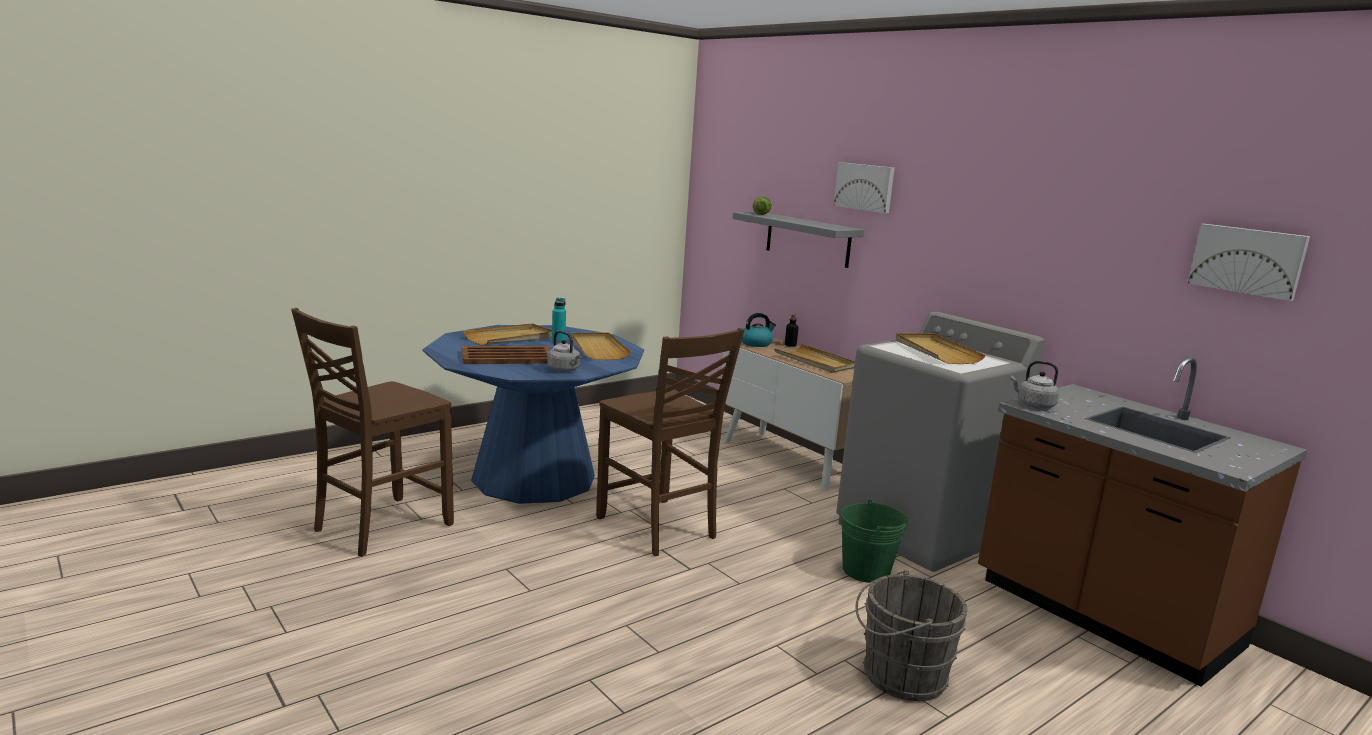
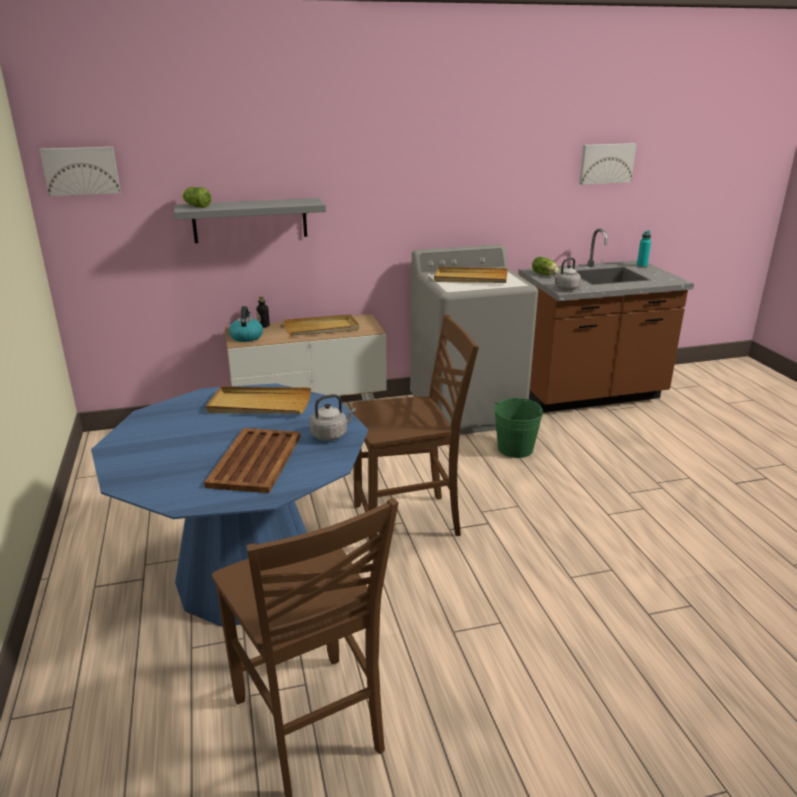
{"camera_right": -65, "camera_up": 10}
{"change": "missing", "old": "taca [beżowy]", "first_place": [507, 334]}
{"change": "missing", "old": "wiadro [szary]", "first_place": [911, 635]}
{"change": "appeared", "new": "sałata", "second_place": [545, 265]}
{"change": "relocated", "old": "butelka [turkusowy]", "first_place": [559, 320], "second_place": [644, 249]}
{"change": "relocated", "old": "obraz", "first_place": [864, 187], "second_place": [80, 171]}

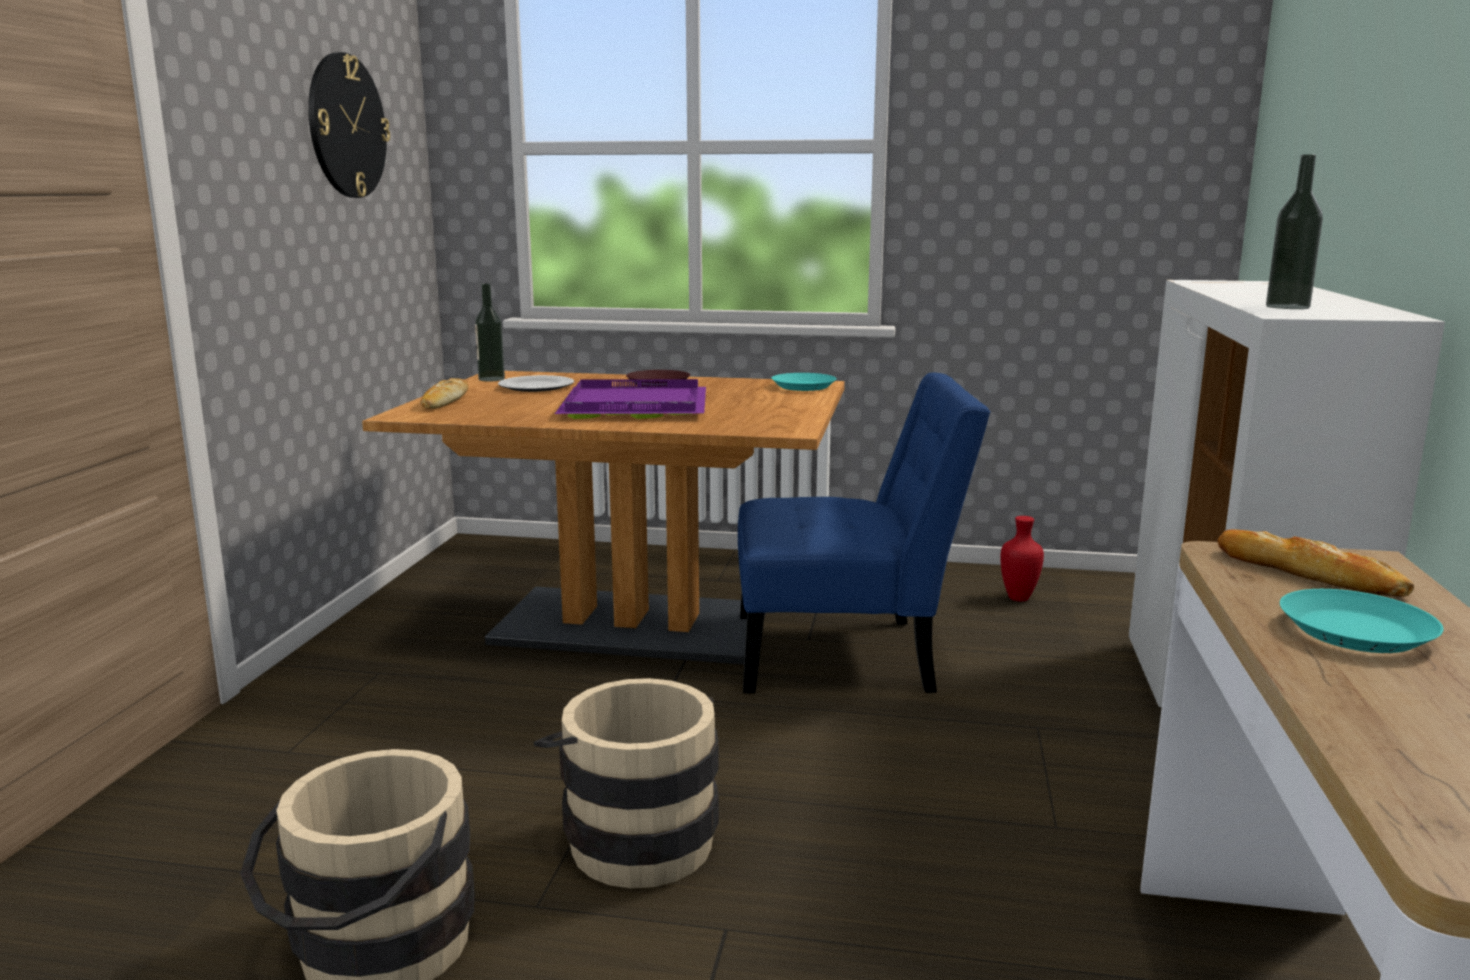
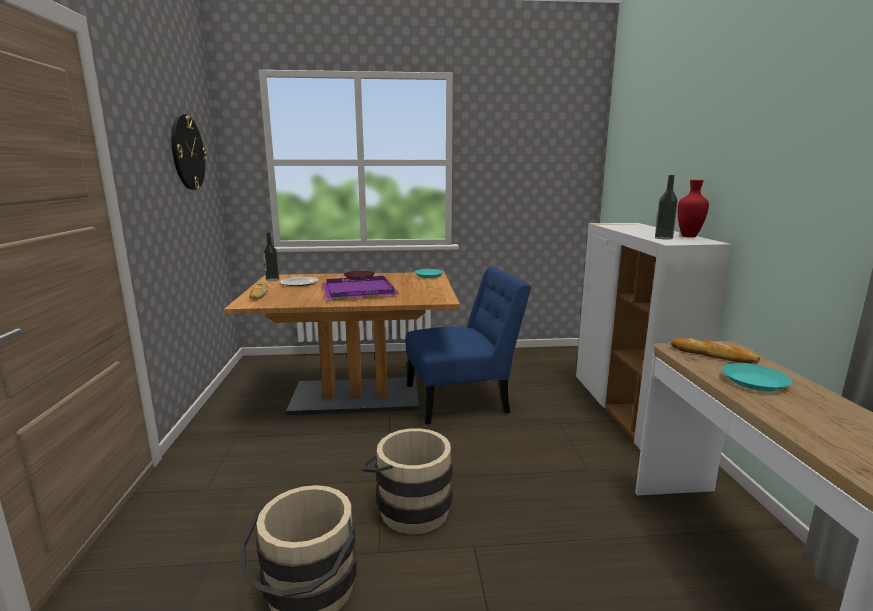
{"camera_right": -15, "camera_up": 0}
{"change": "relocated", "old": "wazon [czerwony]", "first_place": [1022, 558], "second_place": [693, 208]}

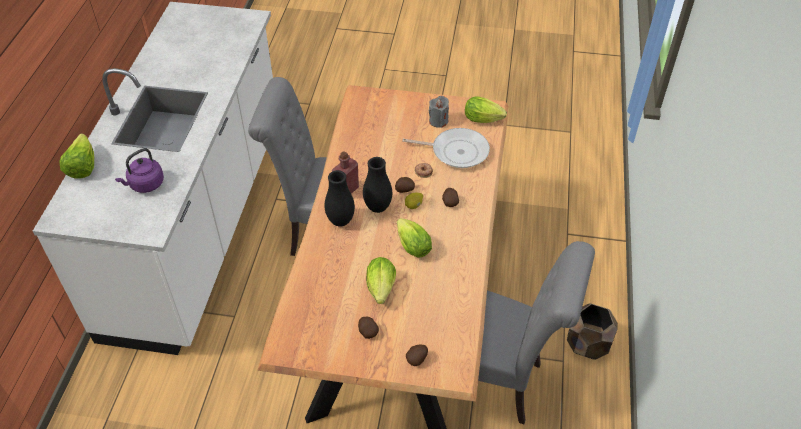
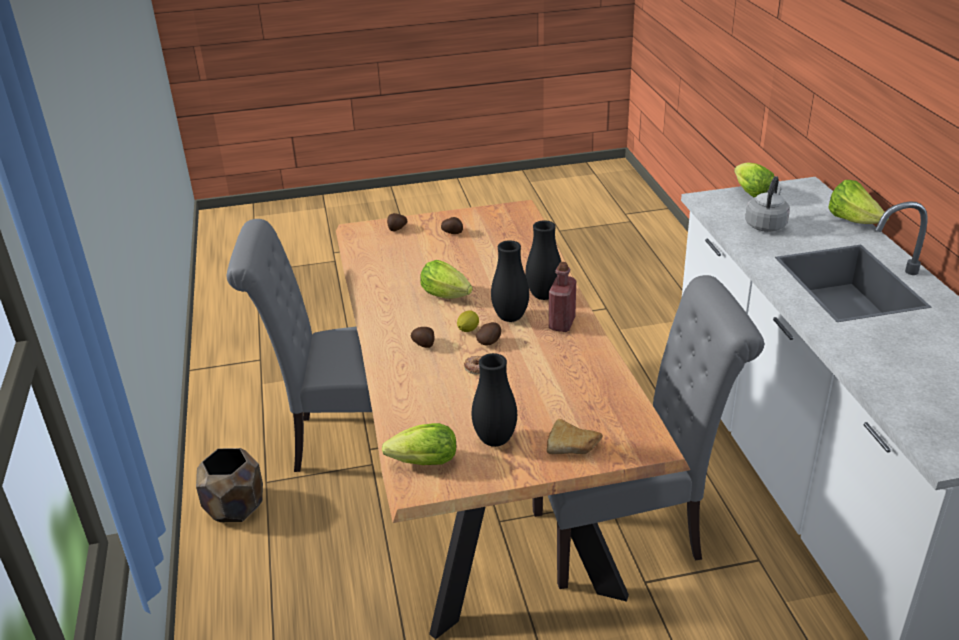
{"camera_right": 160, "camera_up": -15}
{"change": "missing", "old": "patelnia", "first_place": [446, 148]}
{"change": "appeared", "new": "chleb", "second_place": [575, 436]}
{"change": "relocated", "old": "sałata", "first_place": [381, 280], "second_place": [754, 179]}
{"change": "exchanged", "old": "świeca [szary]", "new": "wazon [czarny]", "first_place": [439, 112], "second_place": [494, 400]}
{"change": "colour", "old": "czajnik [fioletowy]", "new": "czajnik [szary]", "first_place": [139, 170], "second_place": [767, 204]}

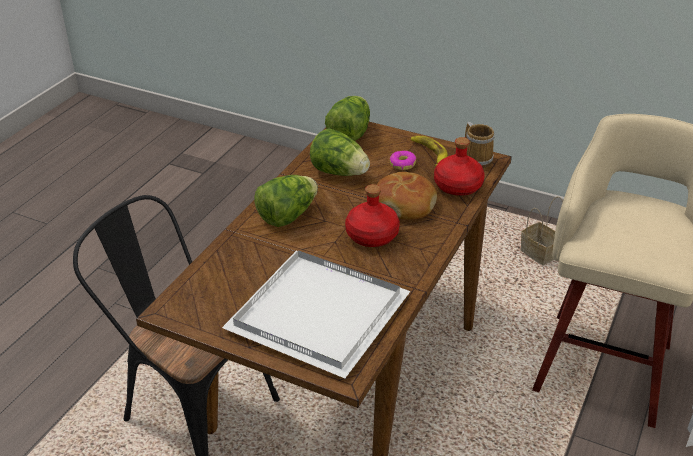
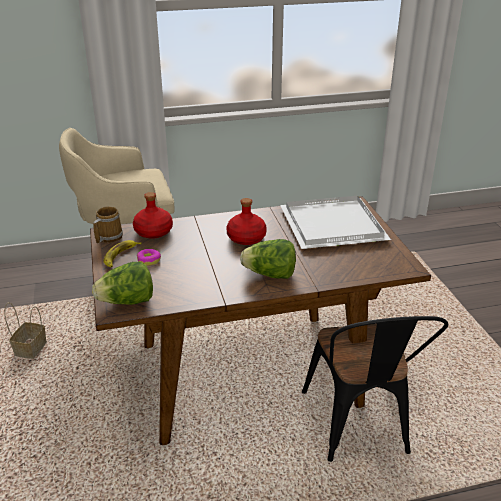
{"camera_right": -130, "camera_up": -5}
{"change": "missing", "old": "sałata", "first_place": [340, 152]}
{"change": "missing", "old": "chleb", "first_place": [406, 196]}

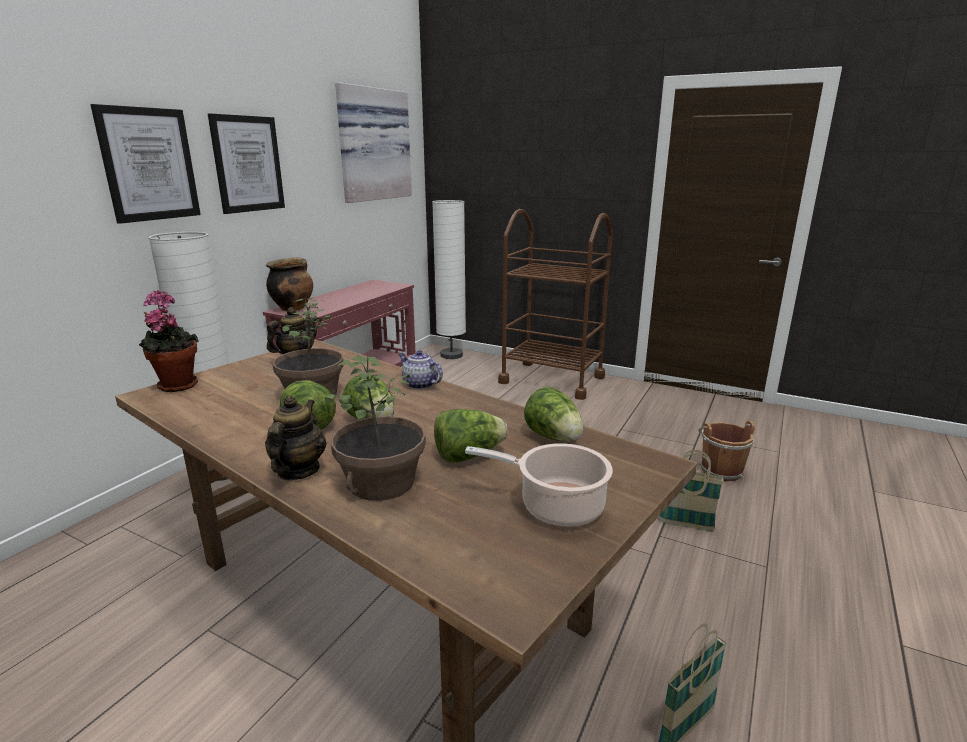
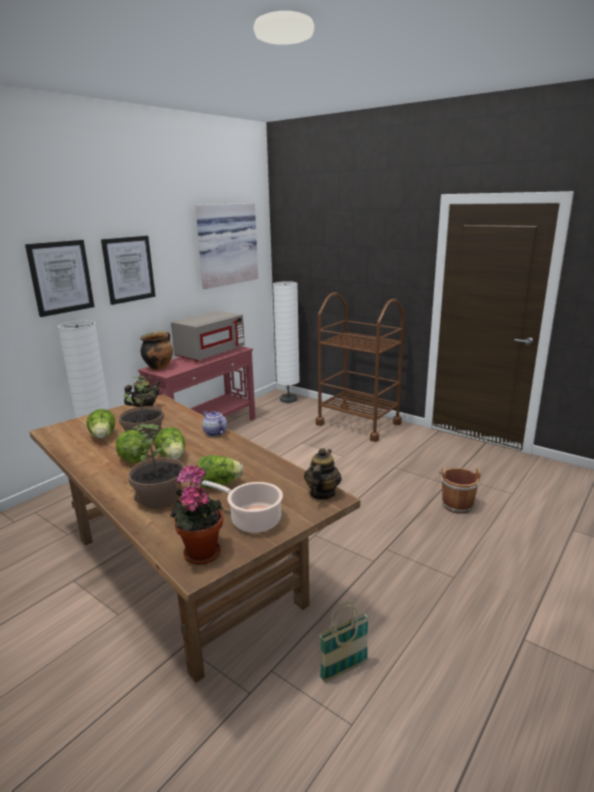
{"camera_right": 10, "camera_up": 0}
{"change": "missing", "old": "koszyk", "first_place": [691, 490]}
{"change": "appeared", "new": "mikrofalówka [szary]", "second_place": [208, 336]}
{"change": "relocated", "old": "roślina doniczkowa", "first_place": [169, 341], "second_place": [196, 515]}
{"change": "relocated", "old": "imbryk", "first_place": [295, 437], "second_place": [323, 474]}
{"change": "relocated", "old": "sałata", "first_place": [554, 414], "second_place": [101, 424]}

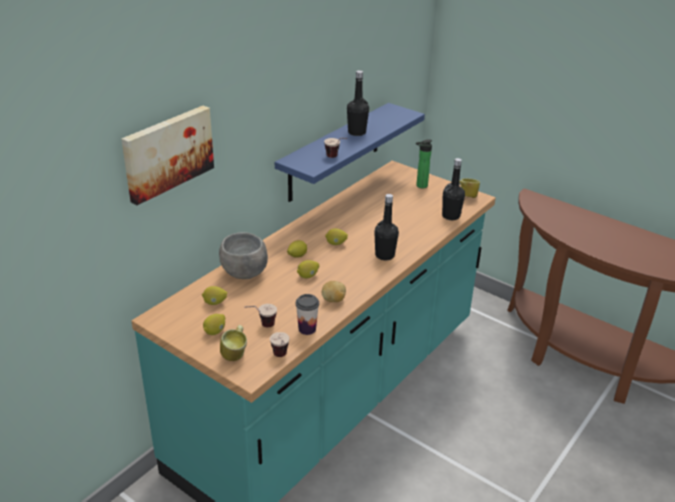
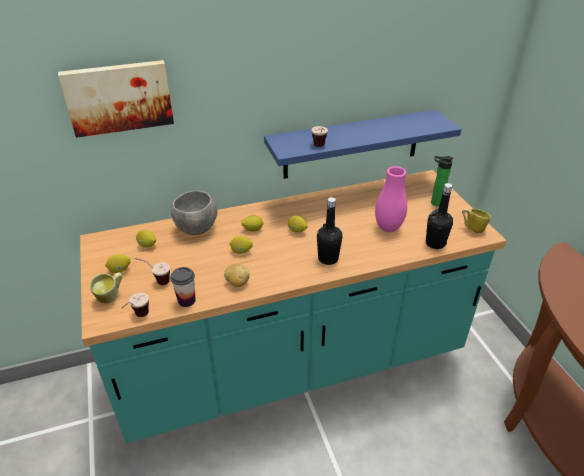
{"camera_right": 35, "camera_up": 5}
{"change": "missing", "old": "butelka [czarny]", "first_place": [358, 103]}
{"change": "appeared", "new": "wazon [różowy]", "second_place": [391, 199]}

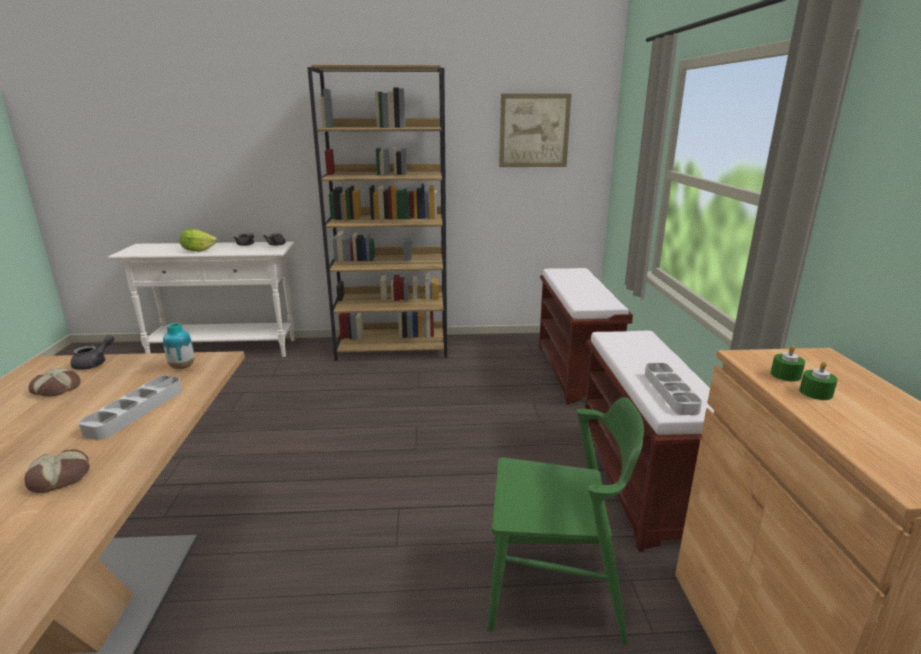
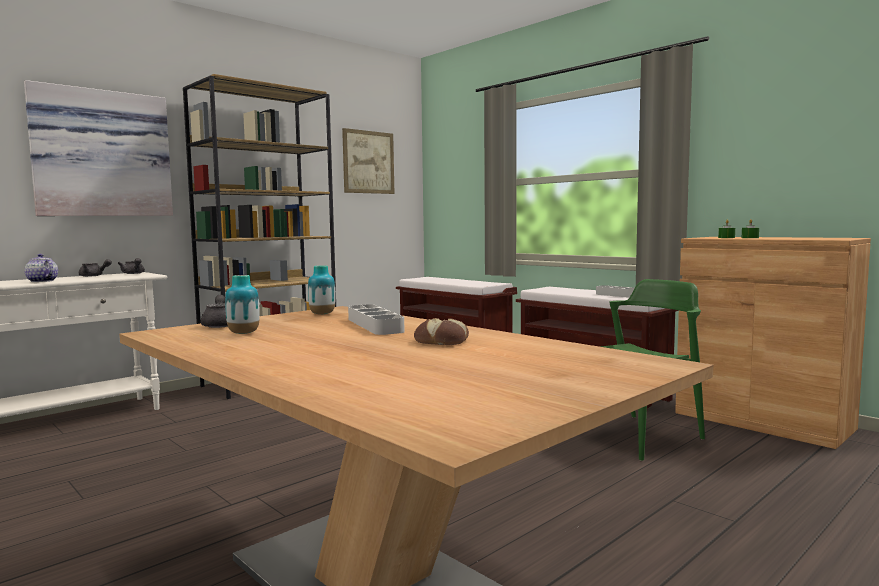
{"camera_right": -40, "camera_up": -15}
{"change": "appeared", "new": "obraz", "second_place": [98, 148]}
{"change": "exchanged", "old": "chleb", "new": "wazon", "first_place": [55, 382], "second_place": [242, 304]}
{"change": "exchanged", "old": "sałata", "new": "imbryk", "first_place": [198, 240], "second_place": [41, 268]}

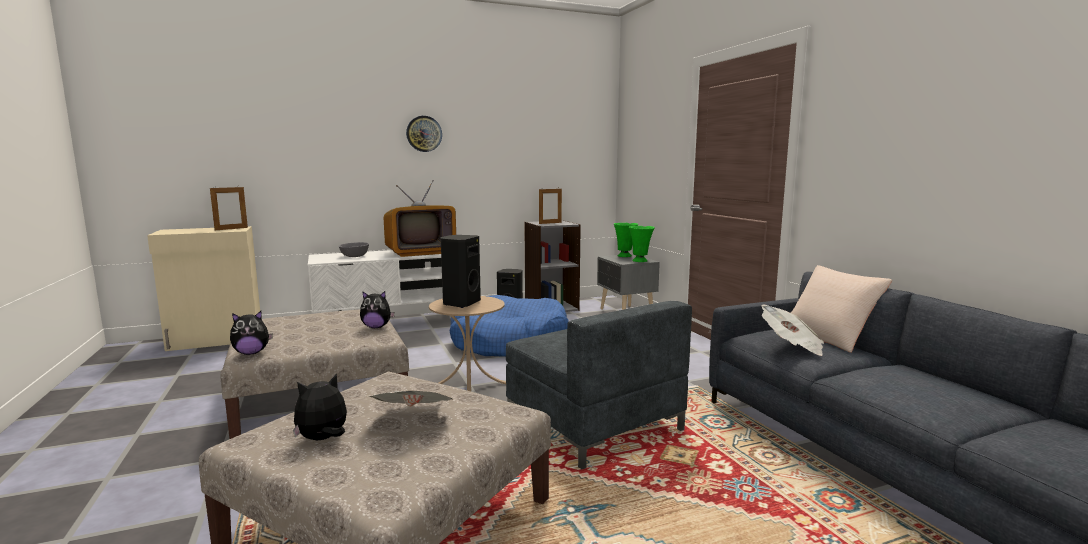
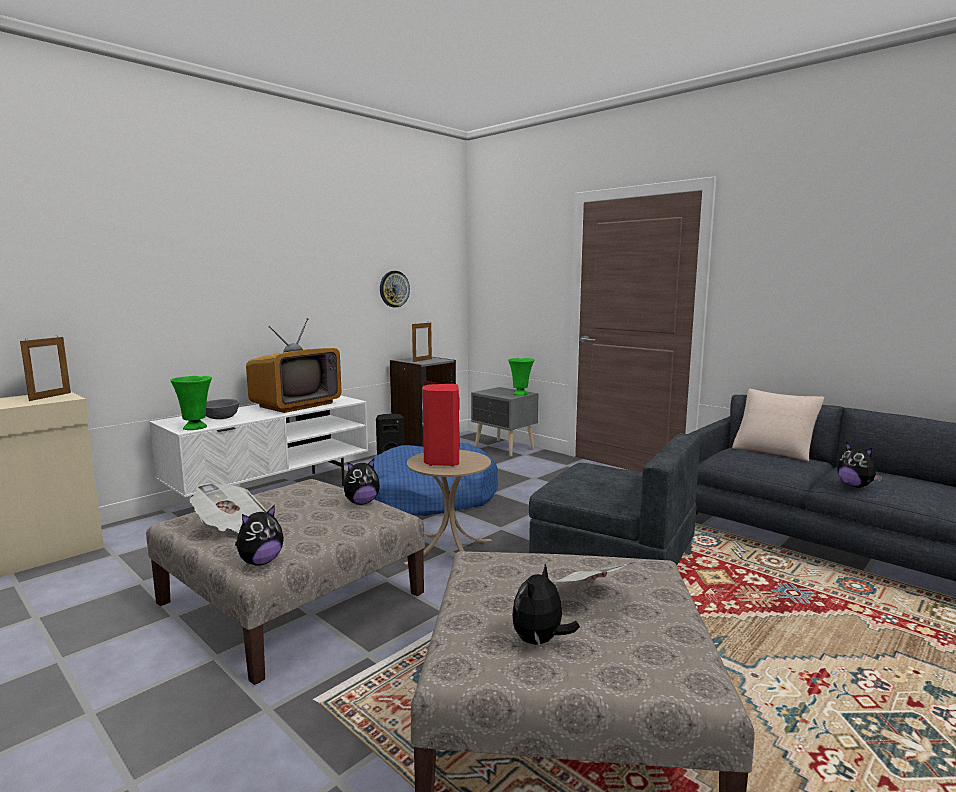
{"camera_right": -25, "camera_up": 0}
{"change": "appeared", "new": "pluszak", "second_place": [860, 465]}
{"change": "relocated", "old": "zegar ścienny", "first_place": [424, 134], "second_place": [395, 289]}
{"change": "relocated", "old": "wazon [zielony]", "first_place": [626, 240], "second_place": [191, 403]}
{"change": "relocated", "old": "gazeta", "first_place": [792, 330], "second_place": [228, 508]}
{"change": "colour", "old": "głośnik [czarny]", "new": "głośnik [czerwony]", "first_place": [461, 271], "second_place": [441, 425]}

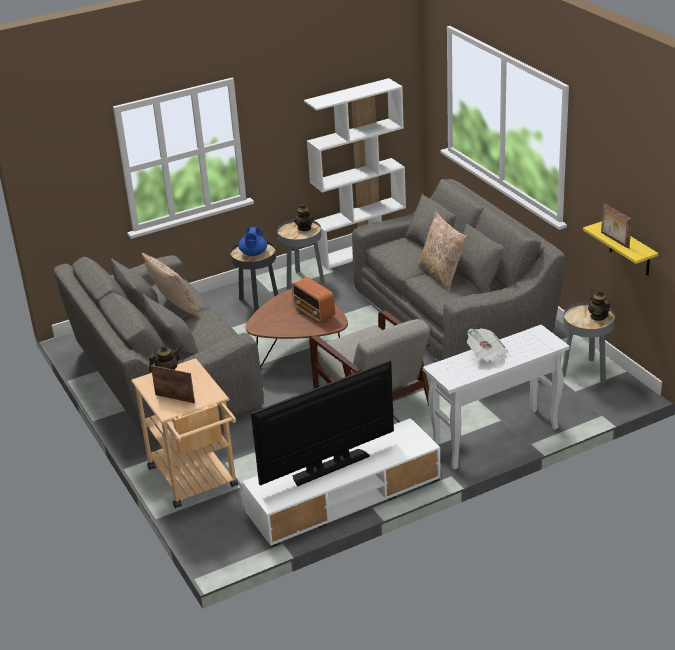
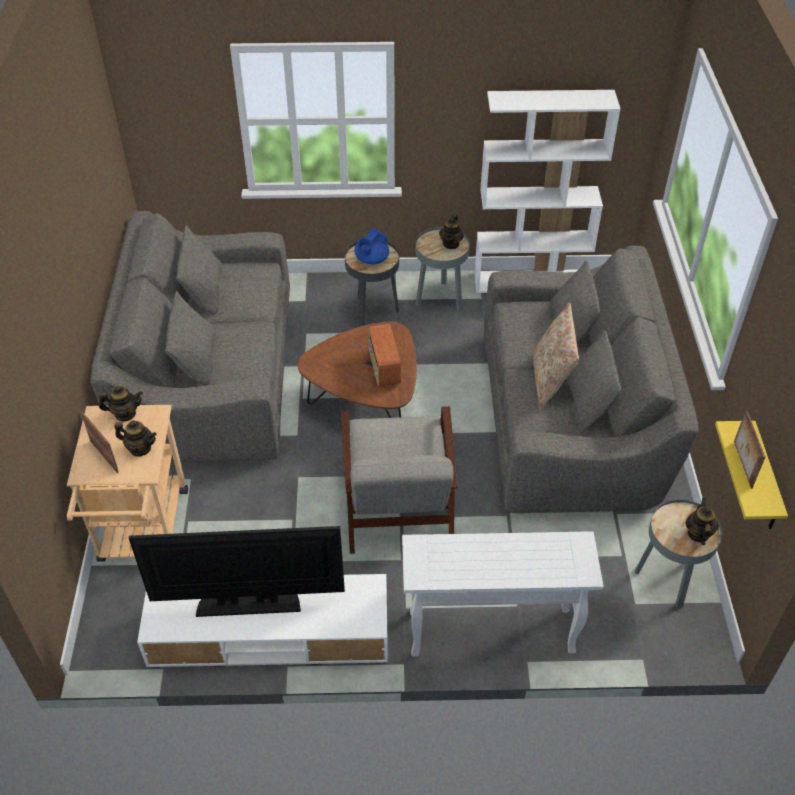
{"camera_right": 25, "camera_up": 15}
{"change": "missing", "old": "poduszka [beżowy]", "first_place": [171, 285]}
{"change": "missing", "old": "gazeta", "first_place": [487, 347]}
{"change": "appeared", "new": "imbryk", "second_place": [135, 438]}

